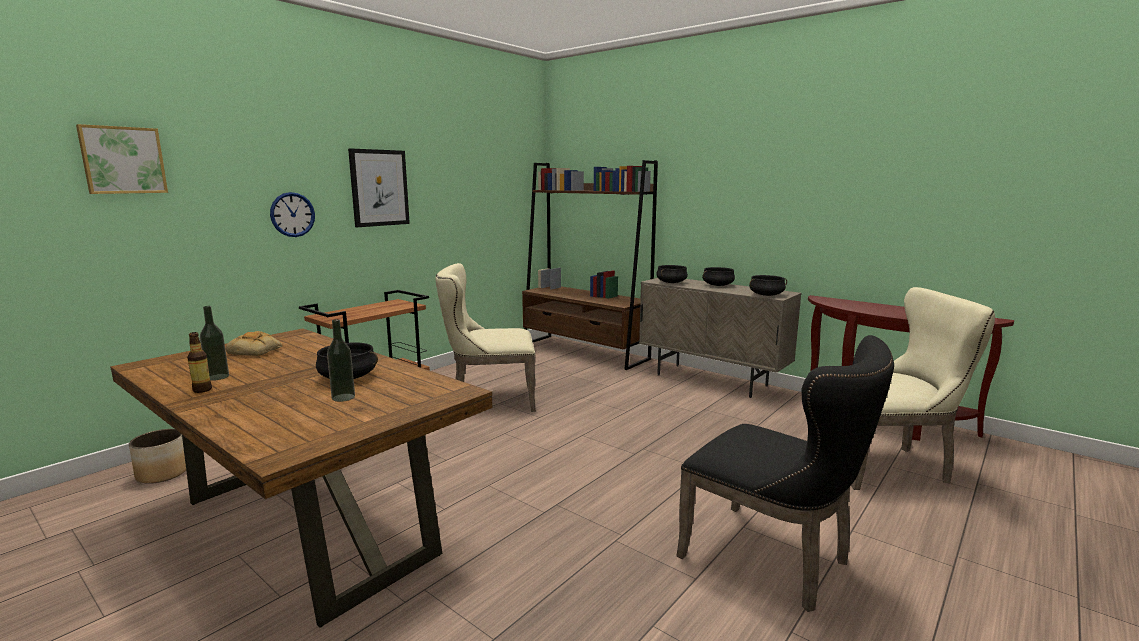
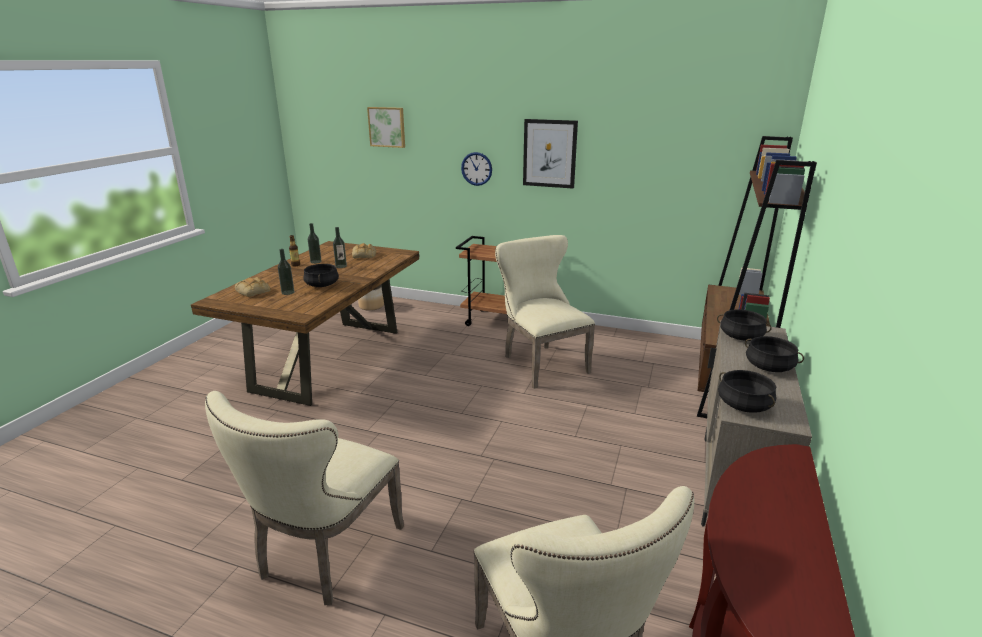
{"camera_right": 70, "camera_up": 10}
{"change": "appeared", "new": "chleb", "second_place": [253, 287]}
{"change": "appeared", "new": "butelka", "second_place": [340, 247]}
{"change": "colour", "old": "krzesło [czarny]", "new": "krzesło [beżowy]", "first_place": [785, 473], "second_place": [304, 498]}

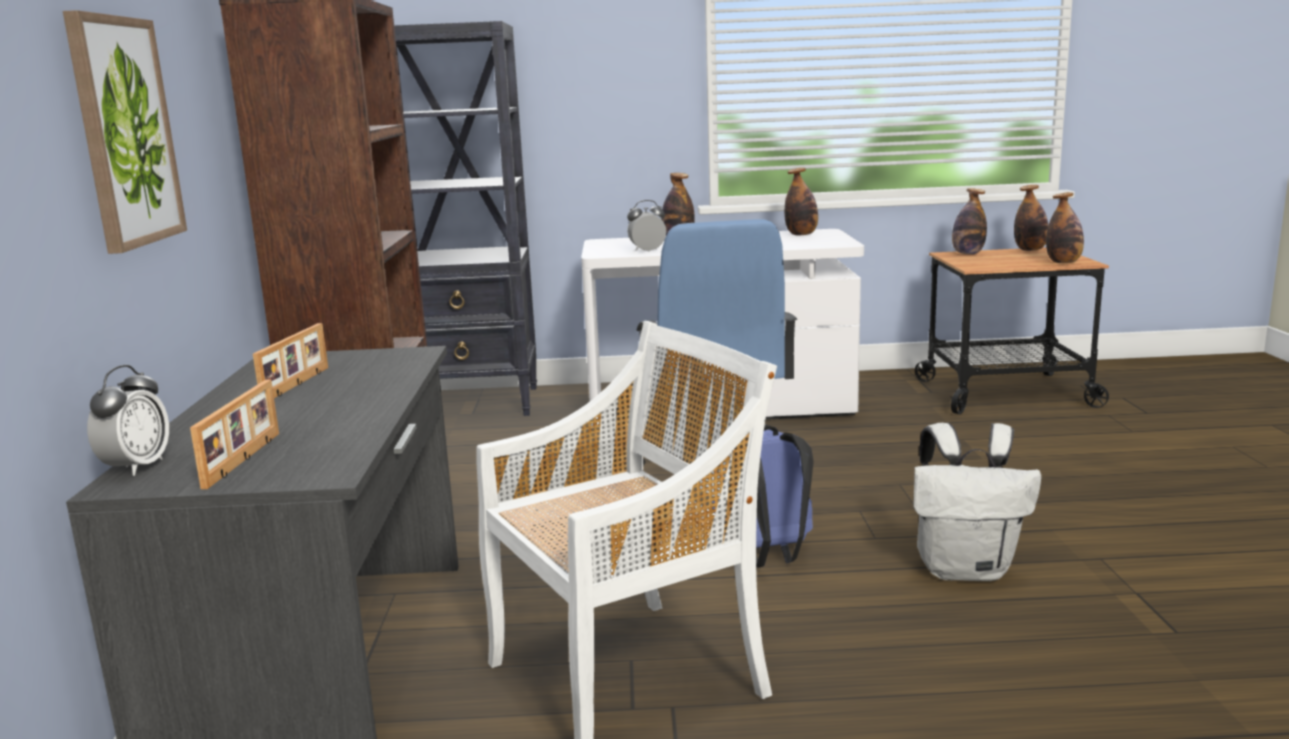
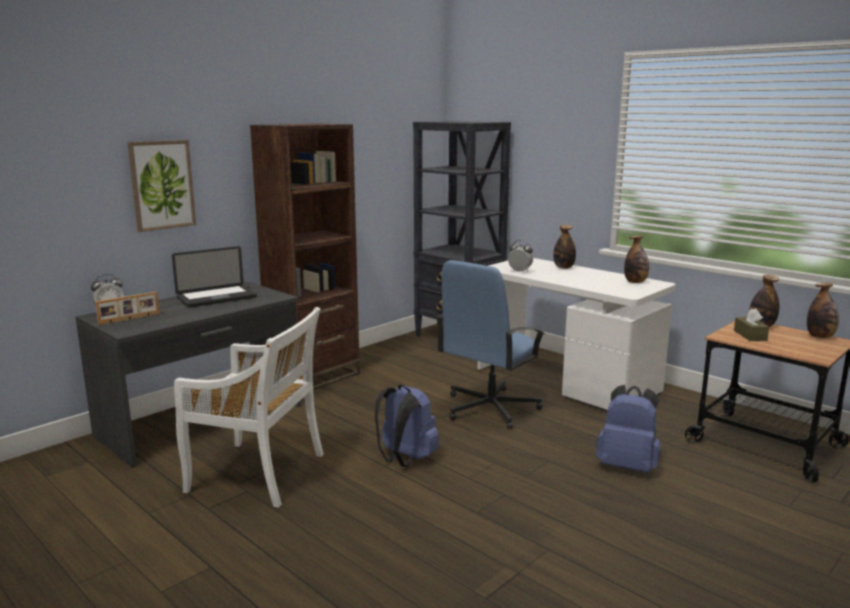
{"camera_right": 45, "camera_up": 0}
{"change": "missing", "old": "plecak [biały]", "first_place": [977, 502]}
{"change": "missing", "old": "butelka", "first_place": [1065, 227]}
{"change": "appeared", "new": "plecak [niebieski]", "second_place": [628, 429]}
{"change": "appeared", "new": "pudełko chusteczek [brązowy]", "second_place": [751, 324]}
{"change": "exchanged", "old": "ramka na zdjęcie", "new": "laptop", "first_place": [290, 360], "second_place": [214, 276]}

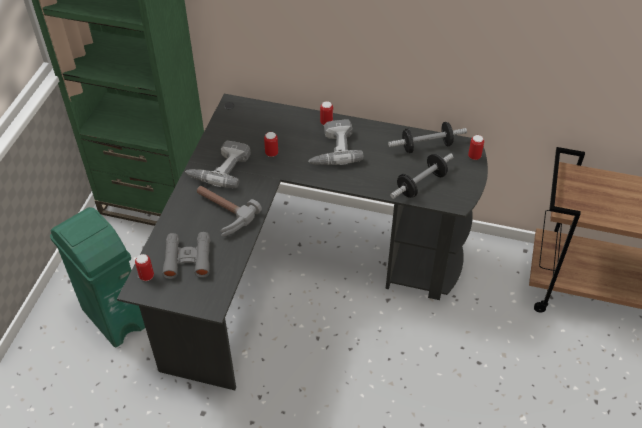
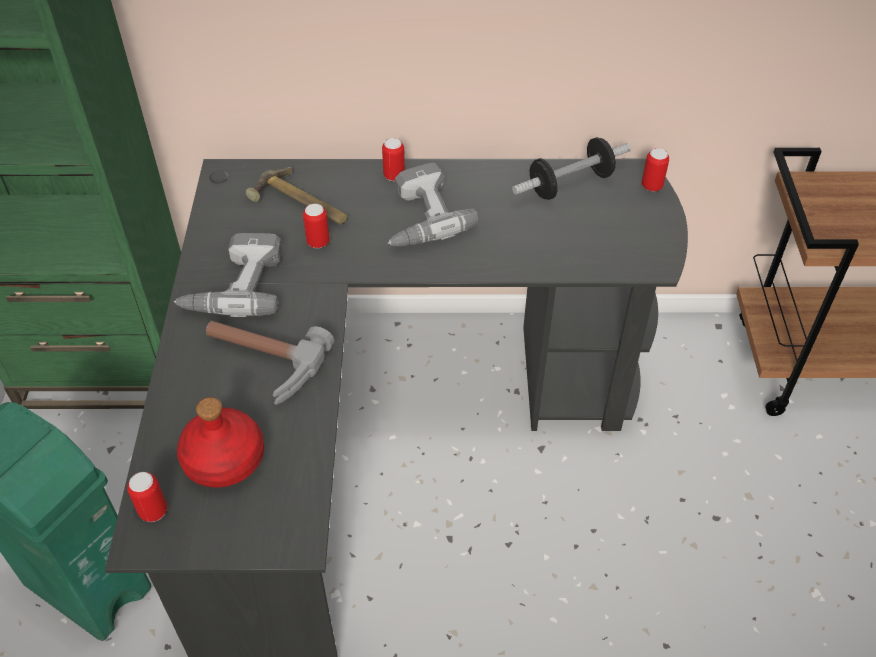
{"camera_right": -15, "camera_up": 0}
{"change": "missing", "old": "hantel", "first_place": [421, 176]}
{"change": "appeared", "new": "młotek", "second_place": [296, 195]}
{"change": "exchanged", "old": "lornetka [szary]", "new": "butelka [czerwony]", "first_place": [186, 255], "second_place": [220, 442]}

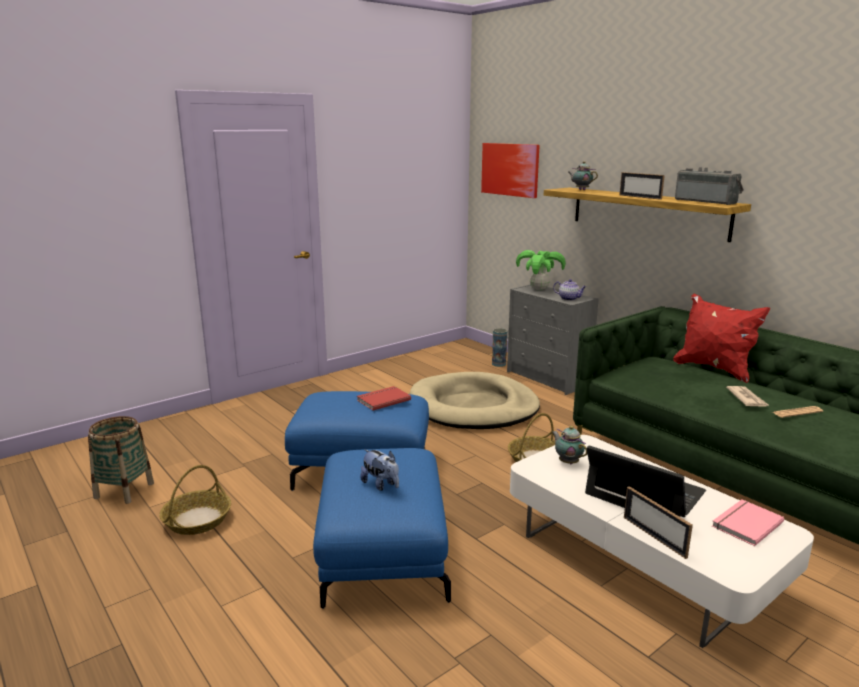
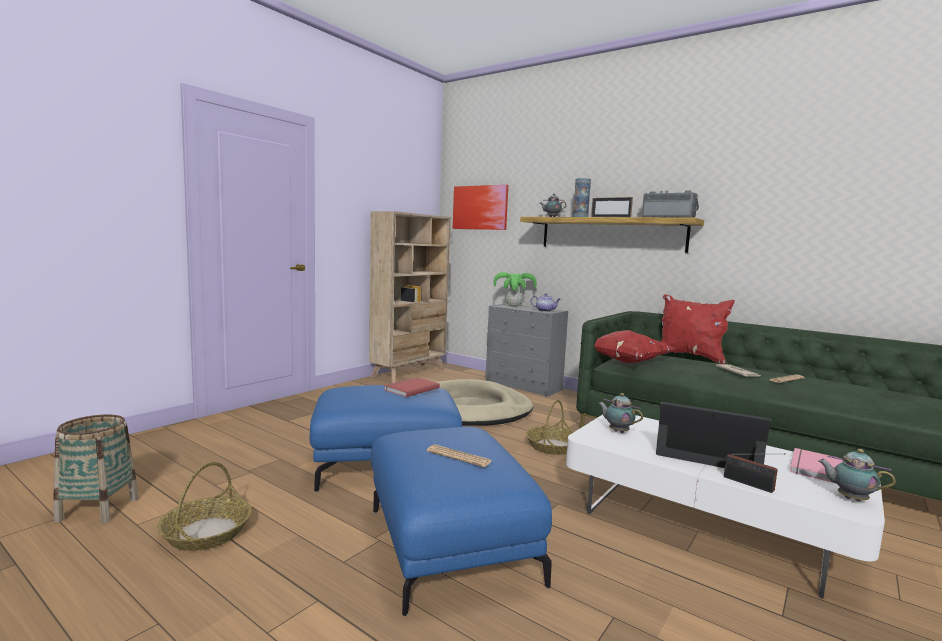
{"camera_right": -15, "camera_up": -10}
{"change": "appeared", "new": "regał [beżowy]", "second_place": [410, 297]}
{"change": "appeared", "new": "poduszka [czerwony]", "second_place": [628, 346]}
{"change": "appeared", "new": "imbryk", "second_place": [857, 475]}
{"change": "relocated", "old": "wazon", "first_place": [499, 347], "second_place": [582, 197]}
{"change": "exchanged", "old": "pluszak", "new": "gazeta", "first_place": [379, 470], "second_place": [459, 455]}
{"change": "exchanged", "old": "ramka na zdjęcie", "new": "radio", "first_place": [658, 522], "second_place": [755, 473]}

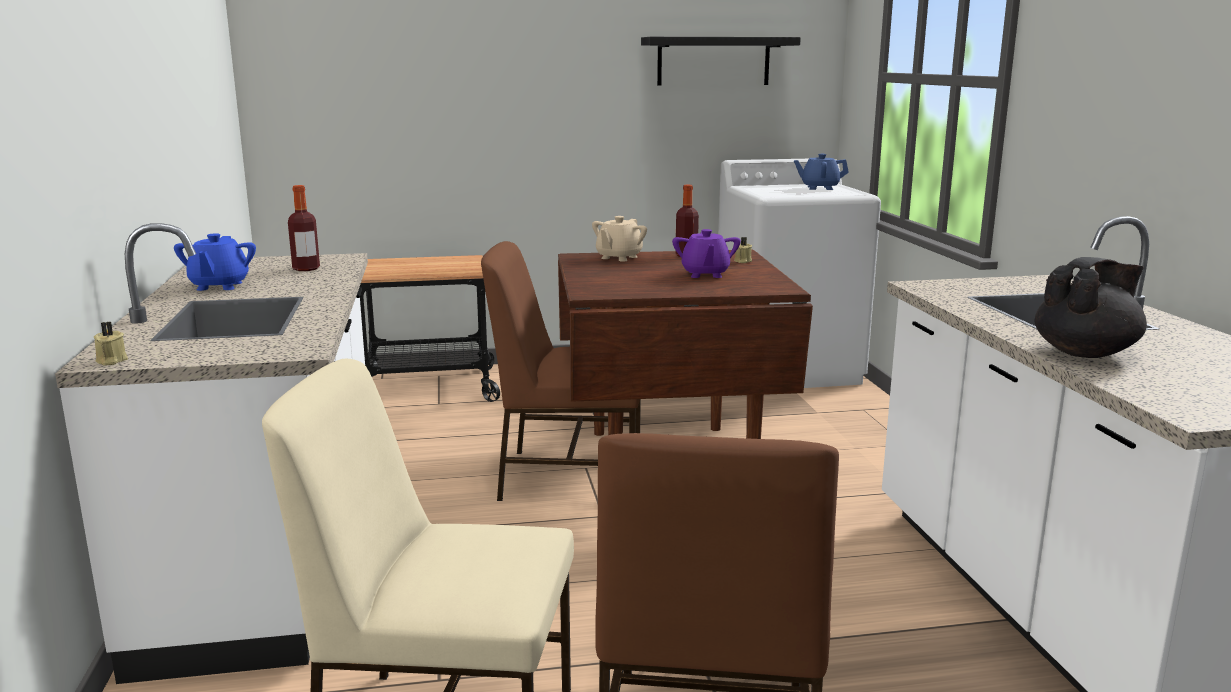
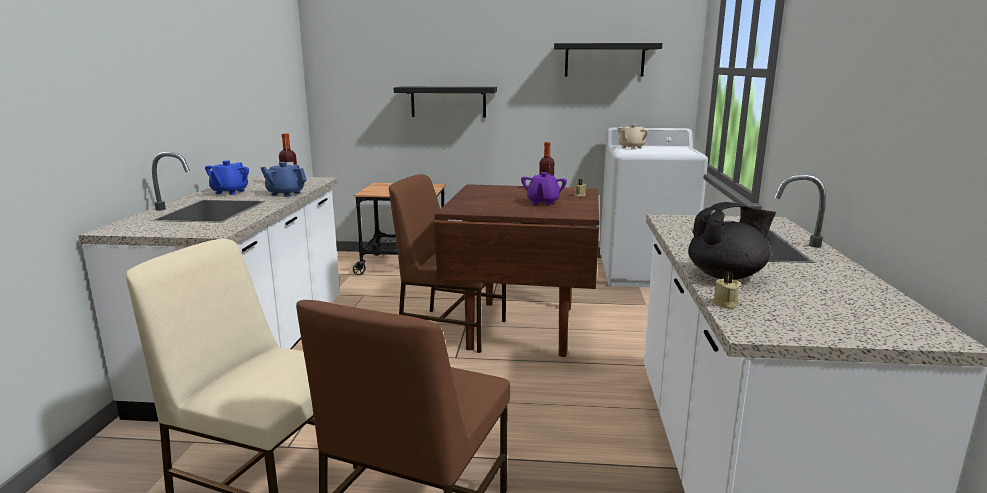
{"camera_right": 15, "camera_up": 0}
{"change": "appeared", "new": "półka [czarny]", "second_place": [445, 102]}
{"change": "relocated", "old": "świeca [beżowy]", "first_place": [111, 343], "second_place": [726, 290]}
{"change": "relocated", "old": "imbryk [beżowy]", "first_place": [619, 239], "second_place": [633, 136]}
{"change": "relocated", "old": "imbryk [niebieski]", "first_place": [821, 172], "second_place": [284, 179]}

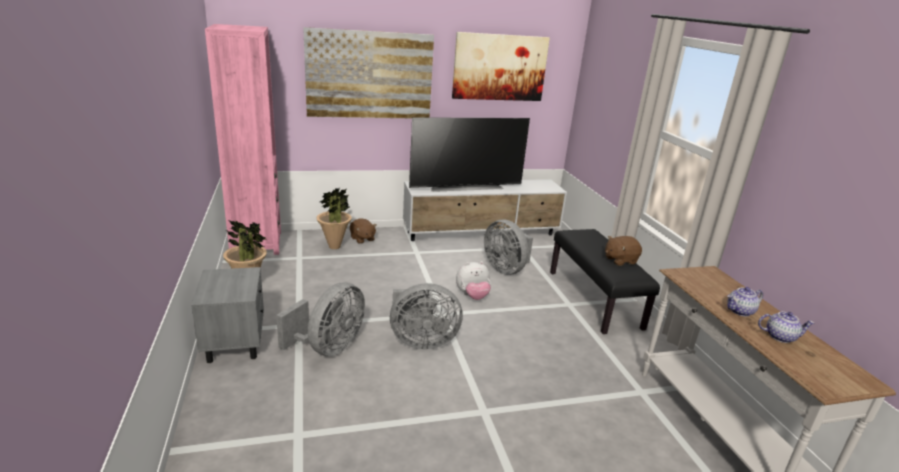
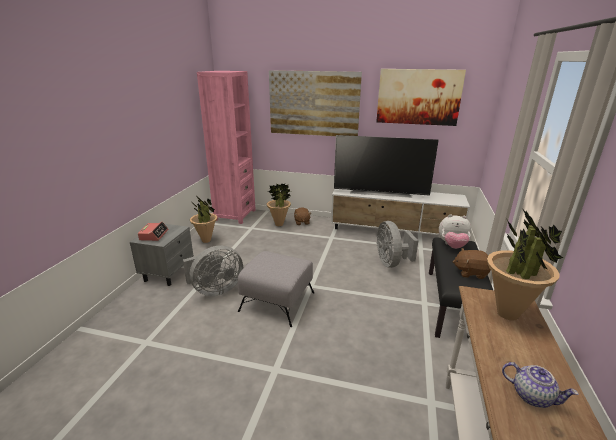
{"camera_right": 30, "camera_up": 0}
{"change": "missing", "old": "imbryk", "first_place": [745, 301]}
{"change": "appeared", "new": "budzik", "second_place": [153, 231]}
{"change": "appeared", "new": "roślina doniczkowa", "second_place": [525, 264]}
{"change": "relocated", "old": "pluszak", "first_place": [473, 280], "second_place": [455, 231]}
{"change": "exchanged", "old": "wentylator [szary]", "new": "pufa [szary]", "first_place": [426, 316], "second_place": [276, 289]}

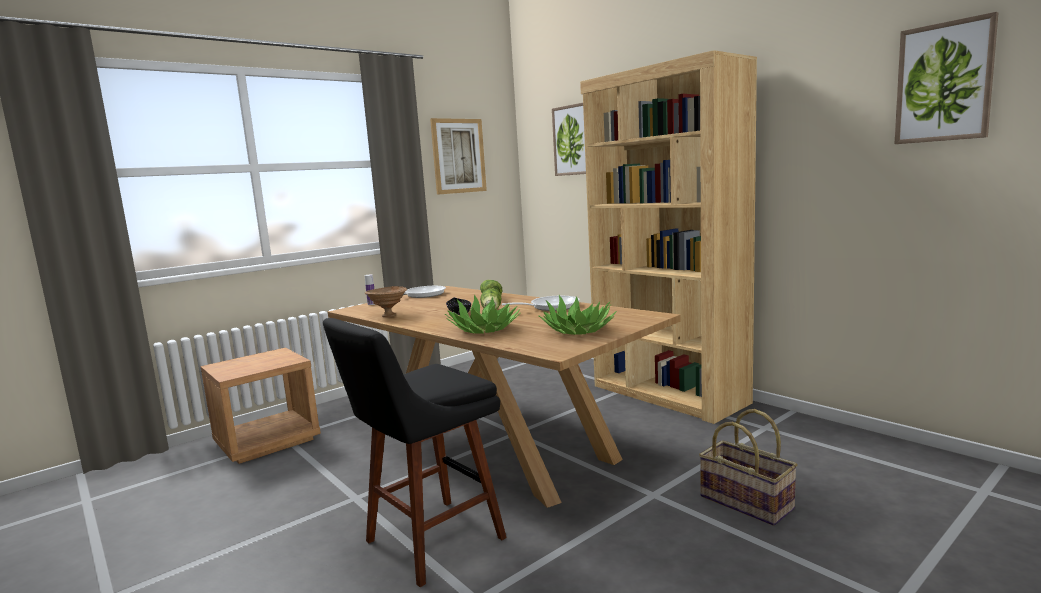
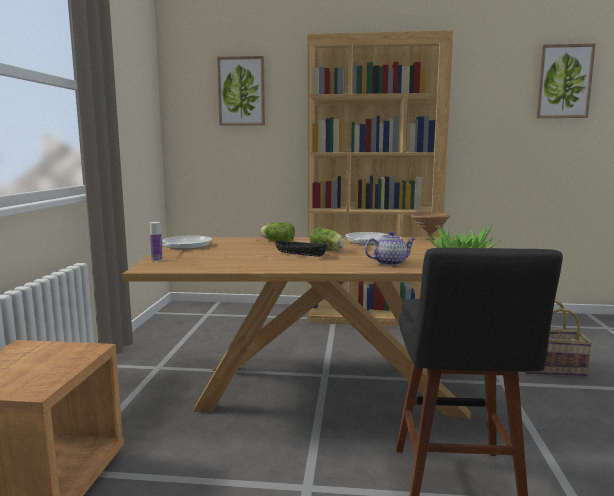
{"camera_right": -45, "camera_up": 0}
{"change": "missing", "old": "obraz", "first_place": [458, 156]}
{"change": "relocated", "old": "miska [brązowy]", "first_place": [386, 301], "second_place": [431, 226]}
{"change": "exchanged", "old": "roślina doniczkowa", "new": "imbryk", "first_place": [482, 314], "second_place": [390, 248]}

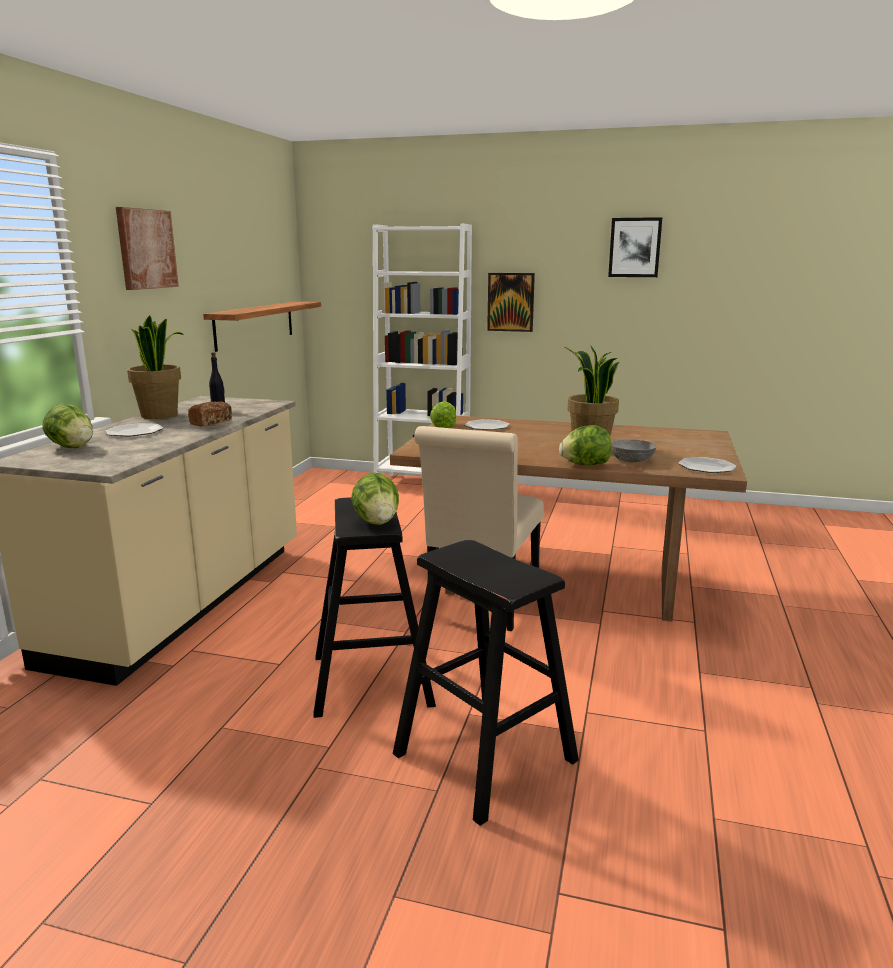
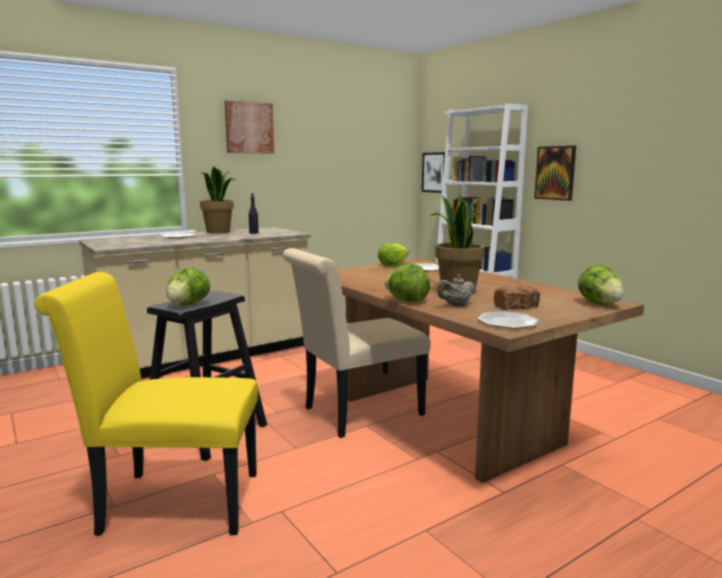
{"camera_right": 40, "camera_up": -5}
{"change": "missing", "old": "półka", "first_place": [262, 326]}
{"change": "relocated", "old": "sałata", "first_place": [67, 426], "second_place": [601, 284]}
{"change": "relocated", "old": "chleb", "first_place": [210, 414], "second_place": [517, 297]}
{"change": "relocated", "old": "obraz", "first_place": [635, 247], "second_place": [433, 172]}
{"change": "exchanged", "old": "stołek [czarny]", "new": "krzesło [żółty]", "first_place": [486, 683], "second_place": [146, 404]}
{"change": "exchanged", "old": "miska [szary]", "new": "imbryk [beżowy]", "first_place": [633, 451], "second_place": [456, 290]}

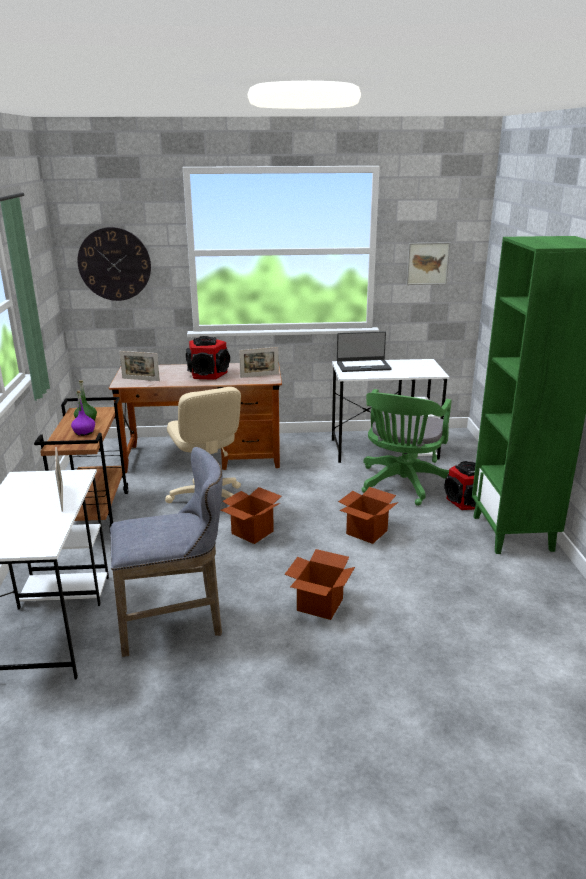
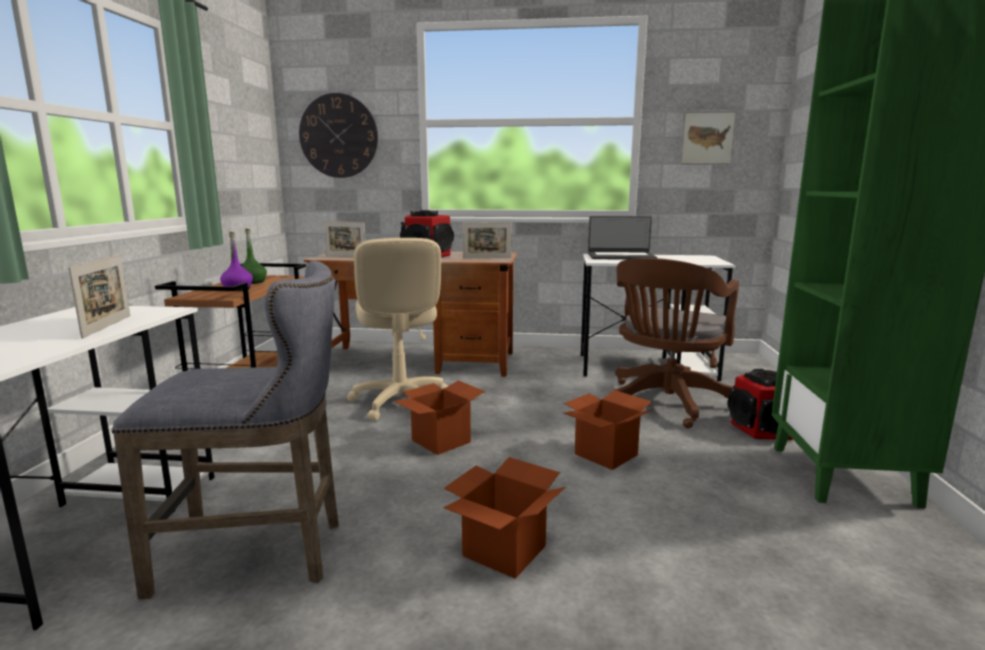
{"camera_right": 10, "camera_up": -10}
{"change": "colour", "old": "krzesło biurowe [zielony]", "new": "krzesło biurowe [brązowy]", "first_place": [407, 447], "second_place": [677, 343]}

